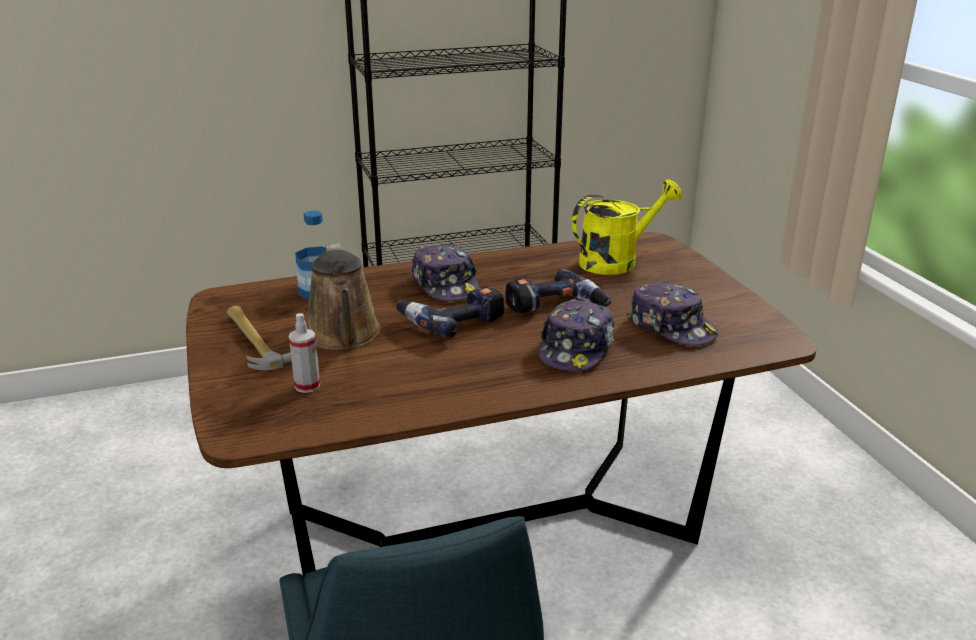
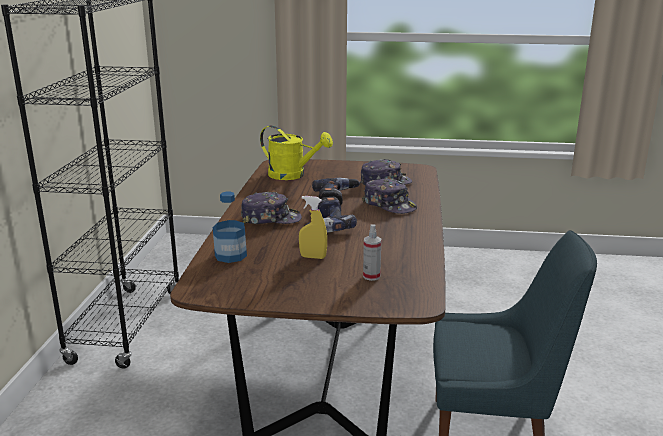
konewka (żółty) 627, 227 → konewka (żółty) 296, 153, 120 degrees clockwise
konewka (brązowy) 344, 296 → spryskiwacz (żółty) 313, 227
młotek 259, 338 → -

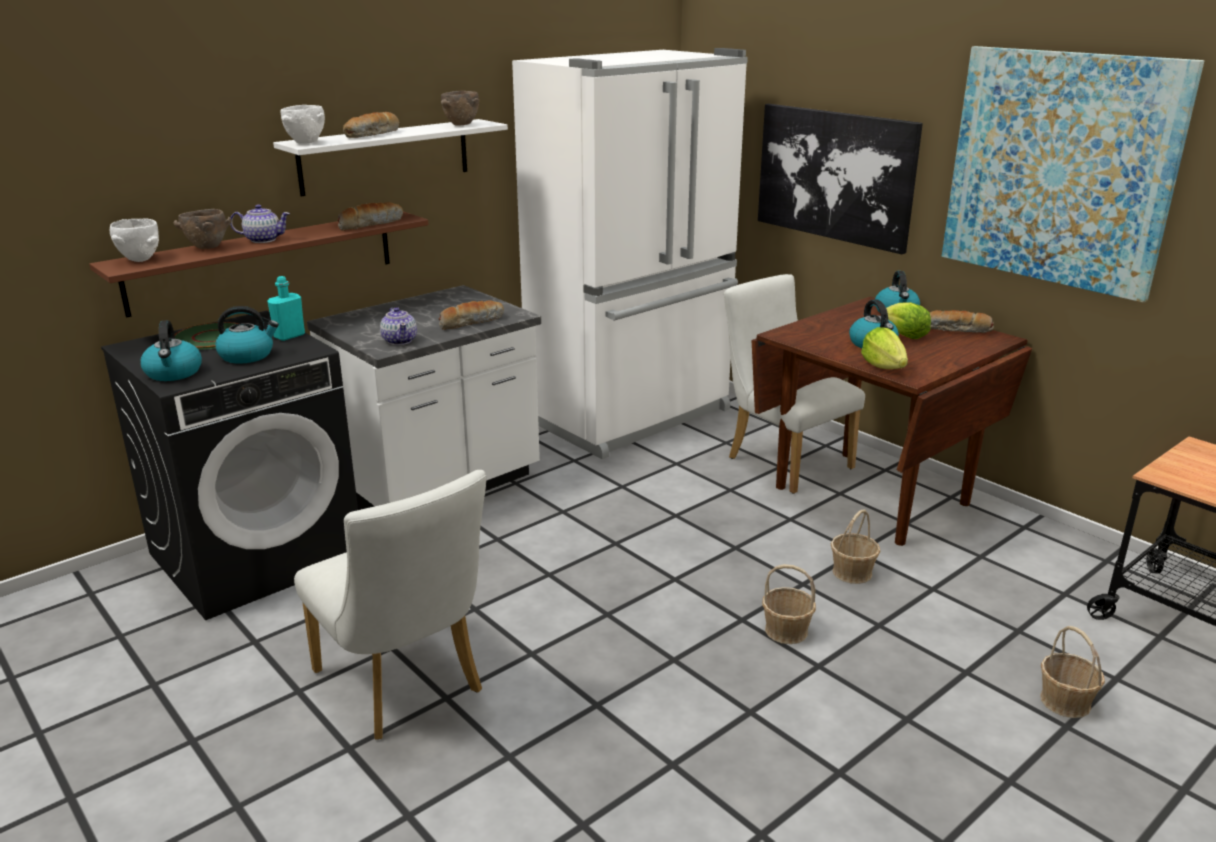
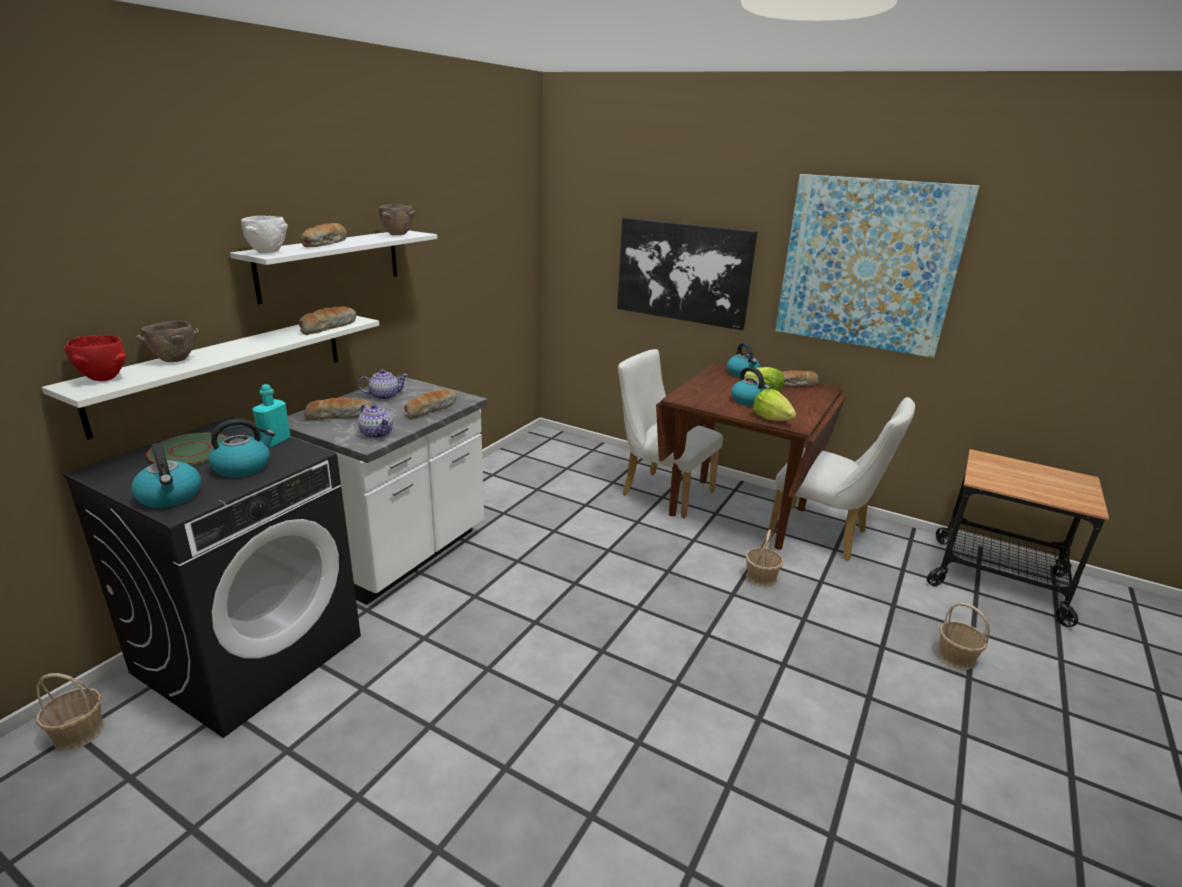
koszyk 789, 604 → koszyk 70, 712, move
półka (brązowy) 258, 264 → półka (biały) 210, 378
miska (biały) 134, 240 → miska (czerwony) 95, 358
- → chleb 338, 408
imbryk 260, 223 → imbryk 383, 384, move
krzesło (biały) 390, 605 → krzesło (biały) 841, 479, move
lodówka (biały) 630, 253 → -

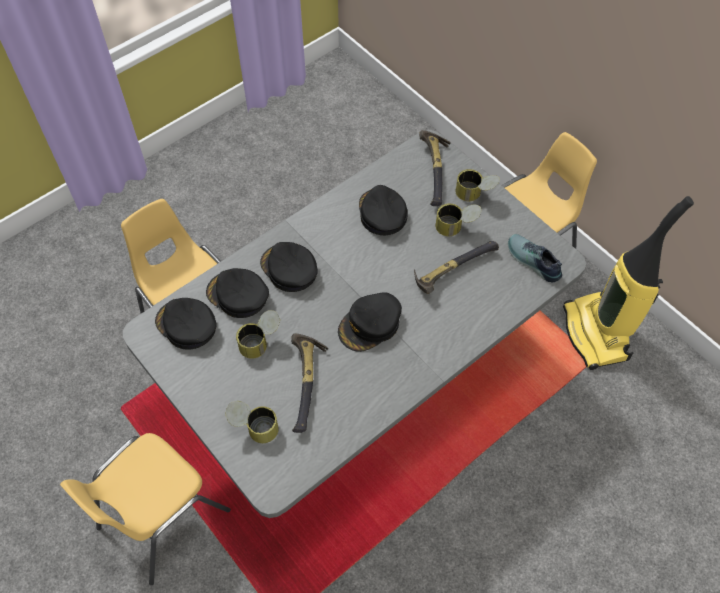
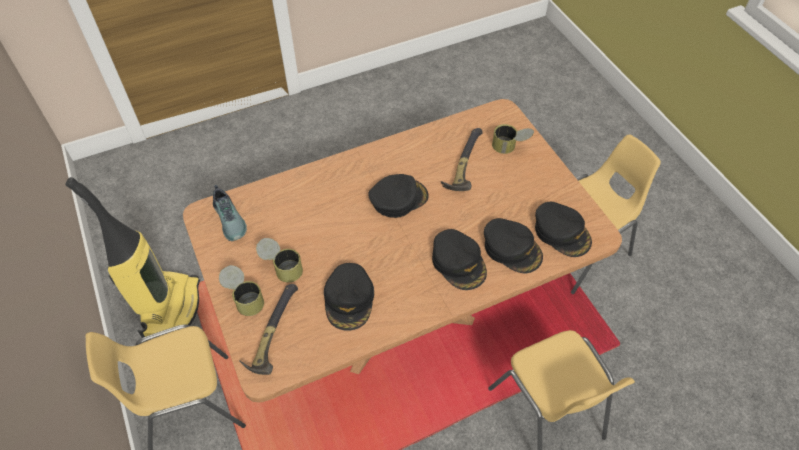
stół jadalny (szary) 354, 324 → stół jadalny (brązowy) 402, 251
puszka 258, 334 → -
młotek 456, 267 → -

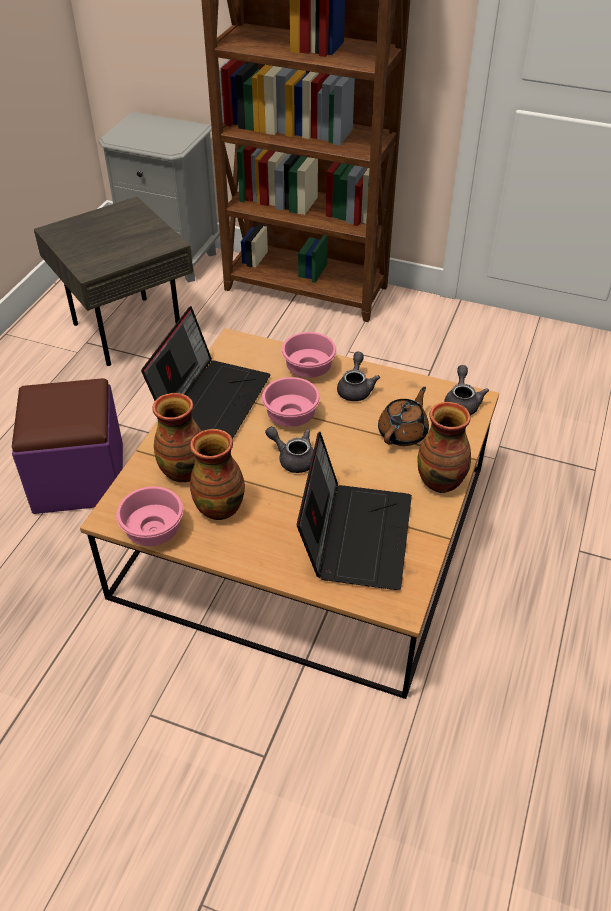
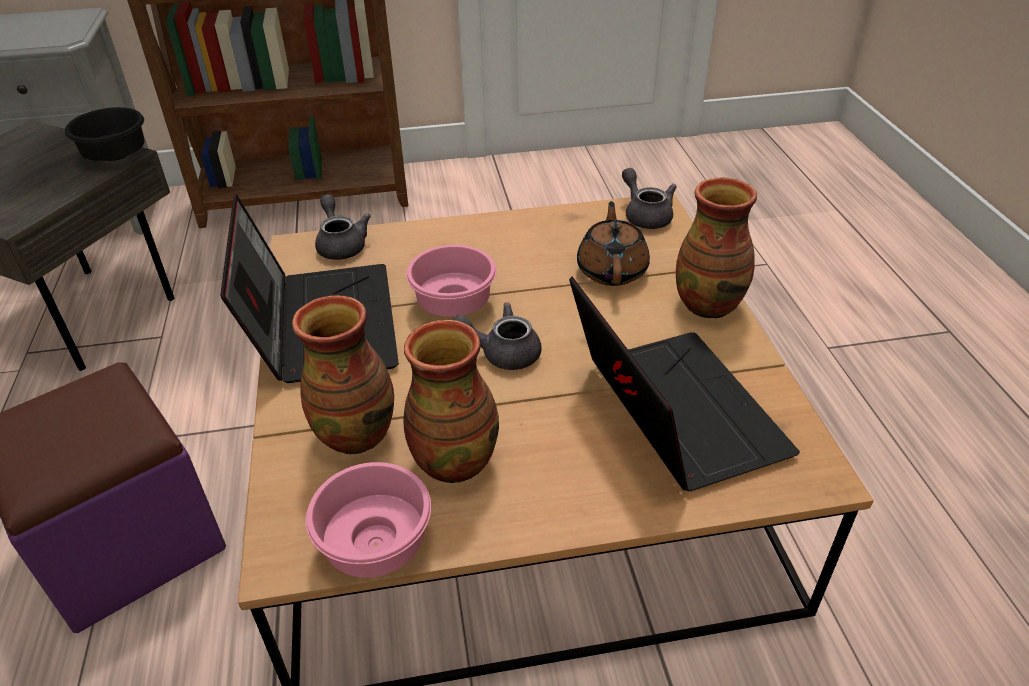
- → miska (czarny) 105, 134
imbryk (szary) 358, 376 → imbryk (szary) 343, 227, move
miska (różowy) 309, 355 → -

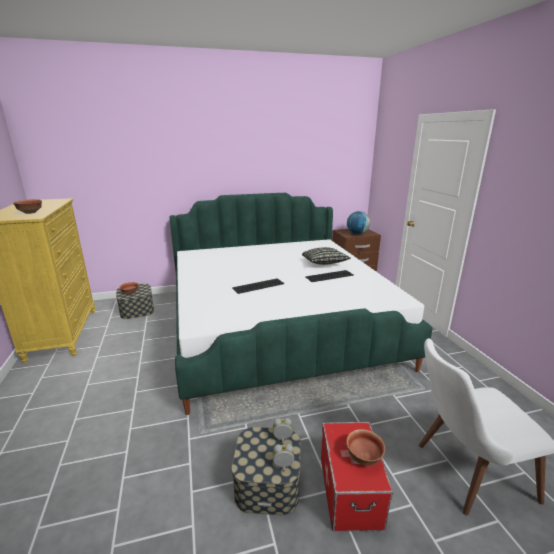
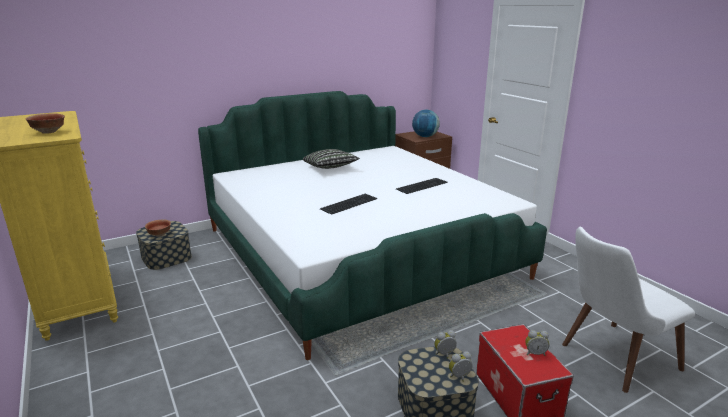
poduszka 326, 256 → poduszka 331, 159, move
miska 365, 447 → budzik 537, 343

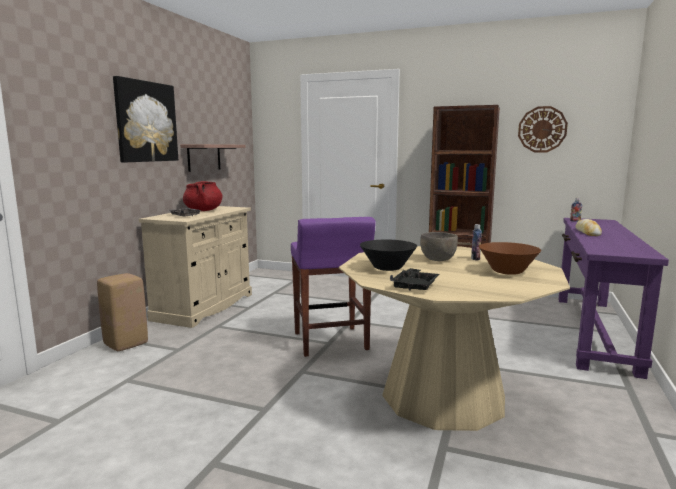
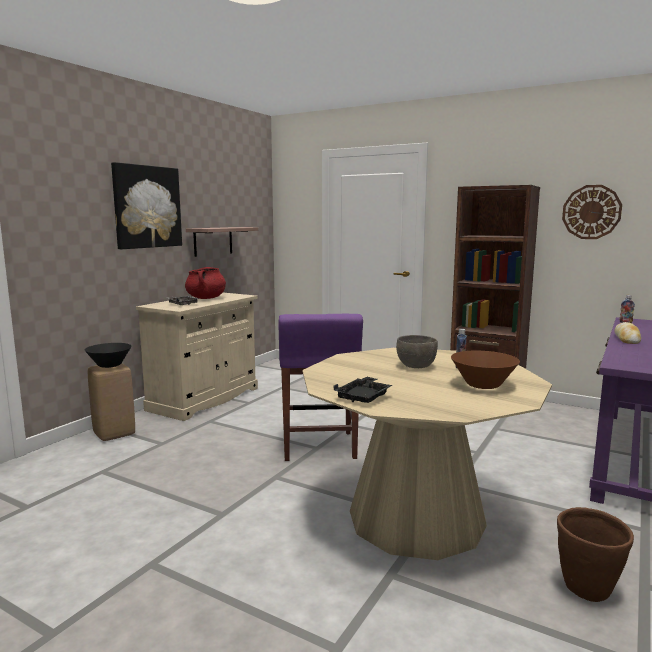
miska (czarny) 388, 255 → miska (czarny) 108, 355, move
- → donica (brązowy) 595, 554

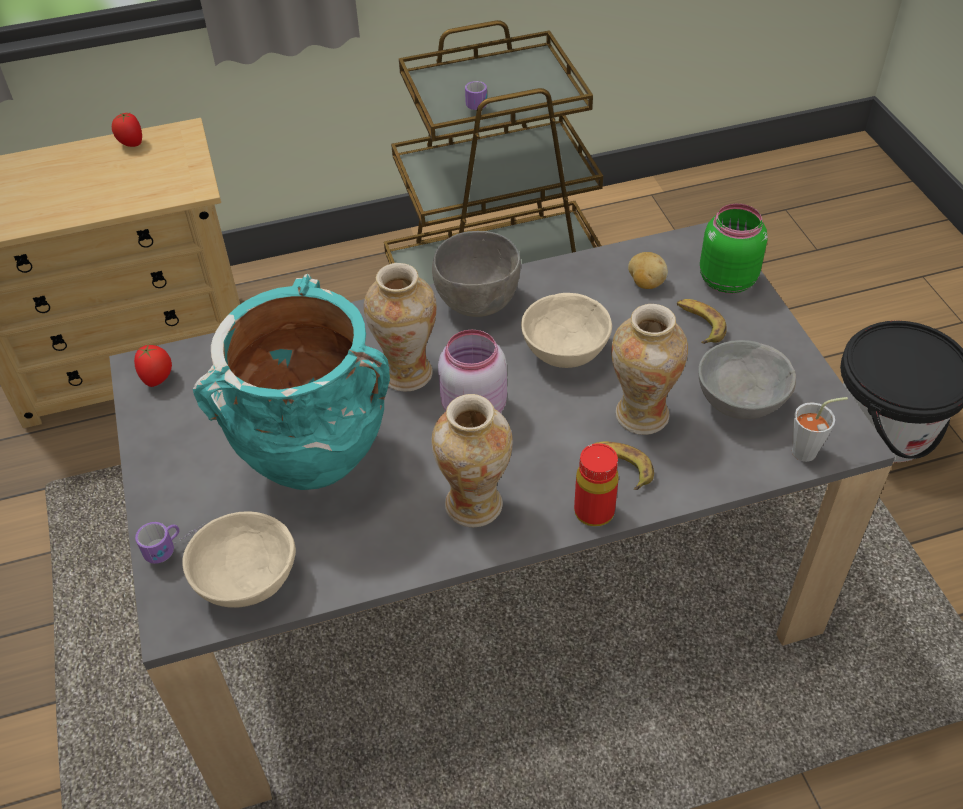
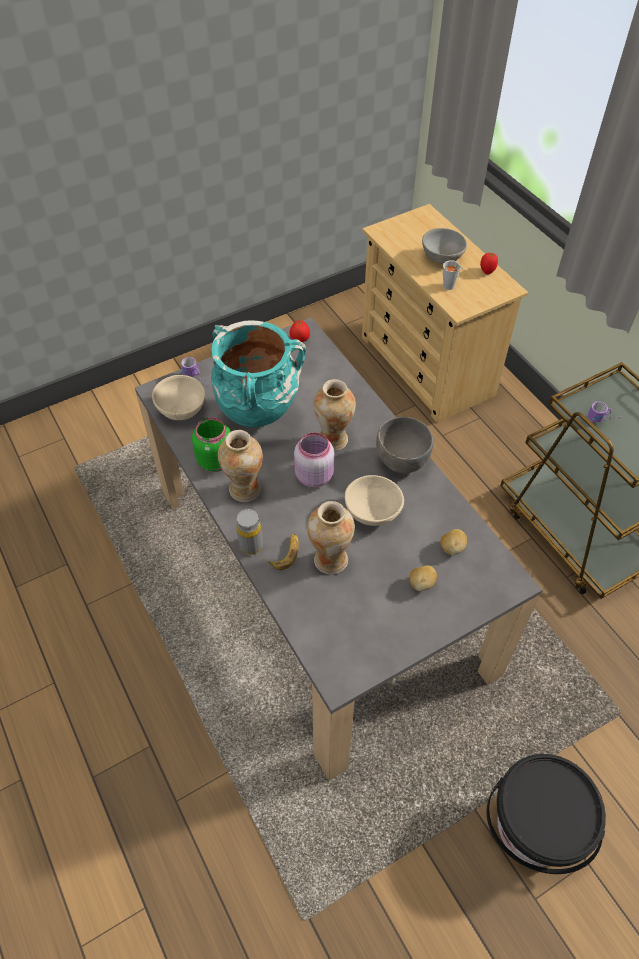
słoik (zielony) 734, 249 → słoik (zielony) 211, 444, move
butelka (czerwony) 596, 484 → butelka (szary) 250, 532
banan 702, 321 → ziemniak 423, 578
miska (szary) 747, 379 → miska (szary) 444, 246, move
filiżanka (szary) 820, 429 → filiżanka (szary) 453, 275, move

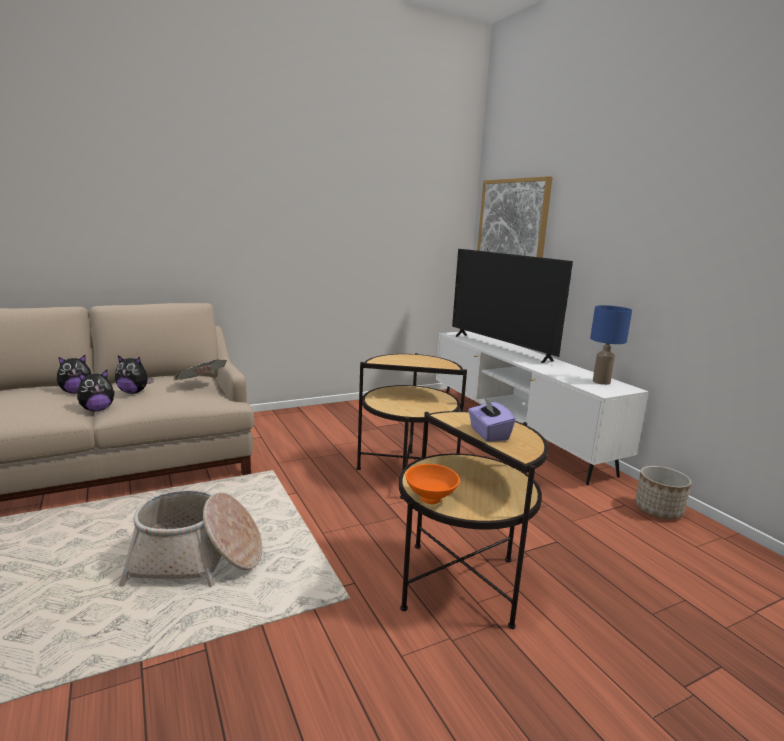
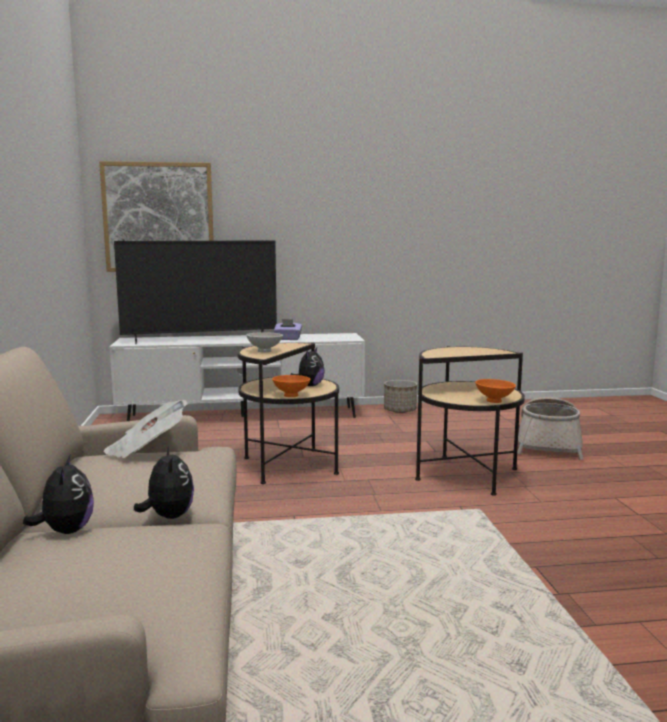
- → miska (biały) 264, 342
- → miska (pomarańczowy) 291, 386
pudełko chusteczek (fioletowy) 491, 419 → pudełko chusteczek (fioletowy) 288, 329, move
pluszak 134, 374 → pluszak 307, 367, move
koszyk 190, 538 → koszyk 550, 428, move
lampa stołowa (niebieski) 611, 345 → -

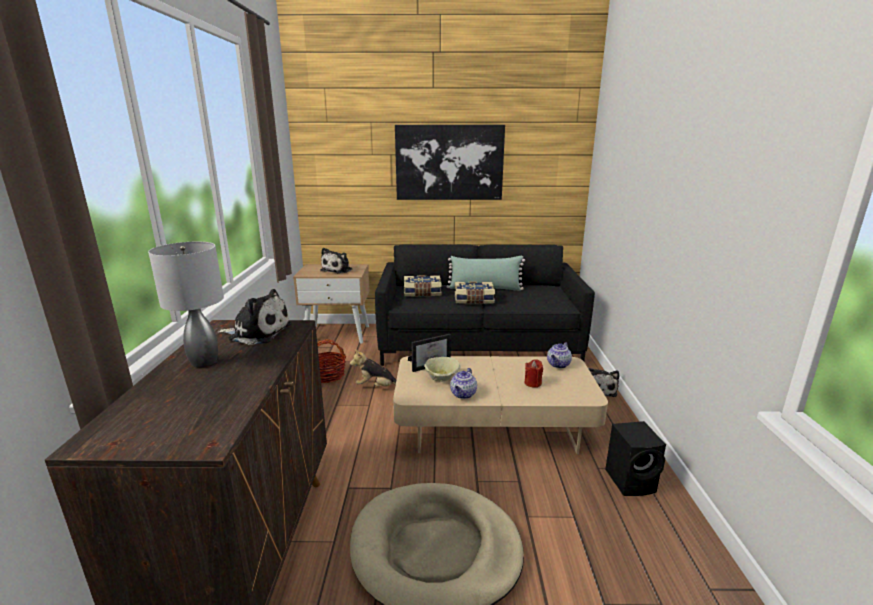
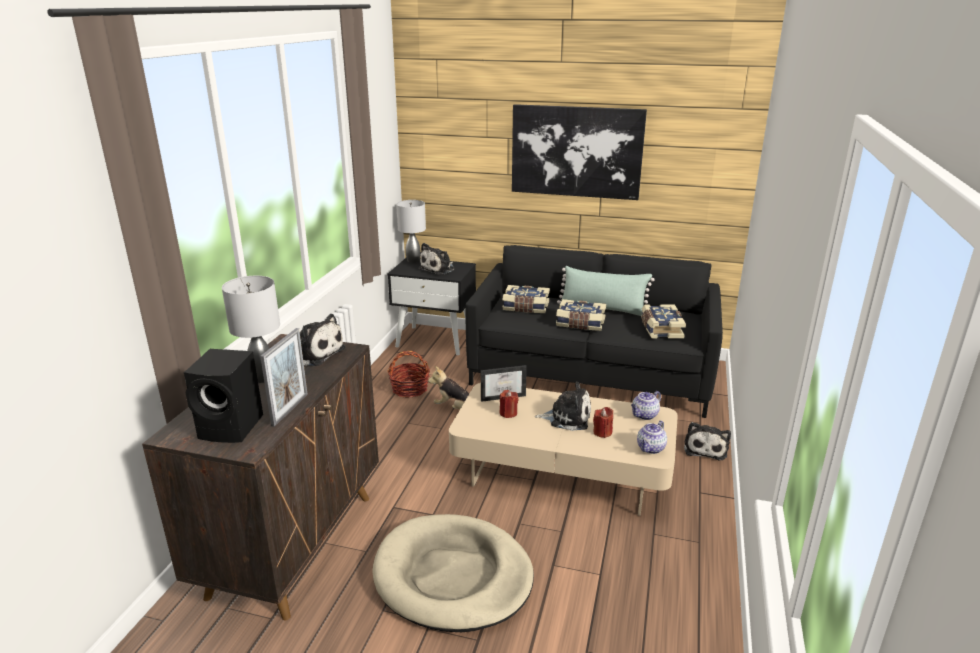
głośnik (czarny) 635, 458 → głośnik (czarny) 223, 396, move
- → ramka na zdjęcie 284, 377
szafka nocna (beżowy) 331, 304 → szafka nocna (czarny) 432, 306
- → lampa stołowa (szary) 411, 231
miska (beżowy) 442, 369 → świeca (czerwony) 508, 404
- → pluszak 563, 406
imbryk 463, 383 → imbryk 652, 437, move
- → książka 663, 321

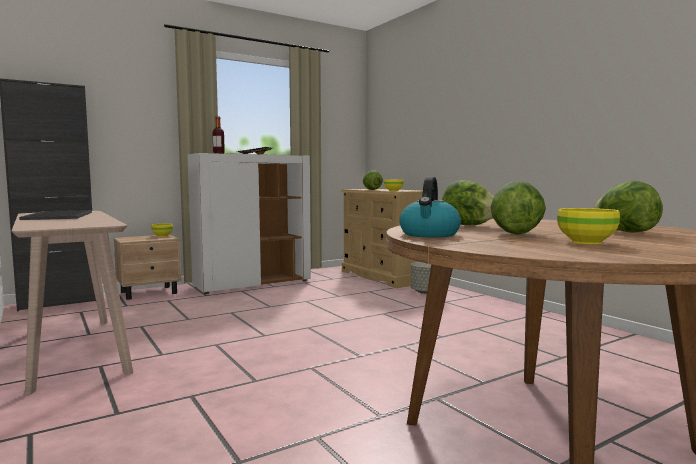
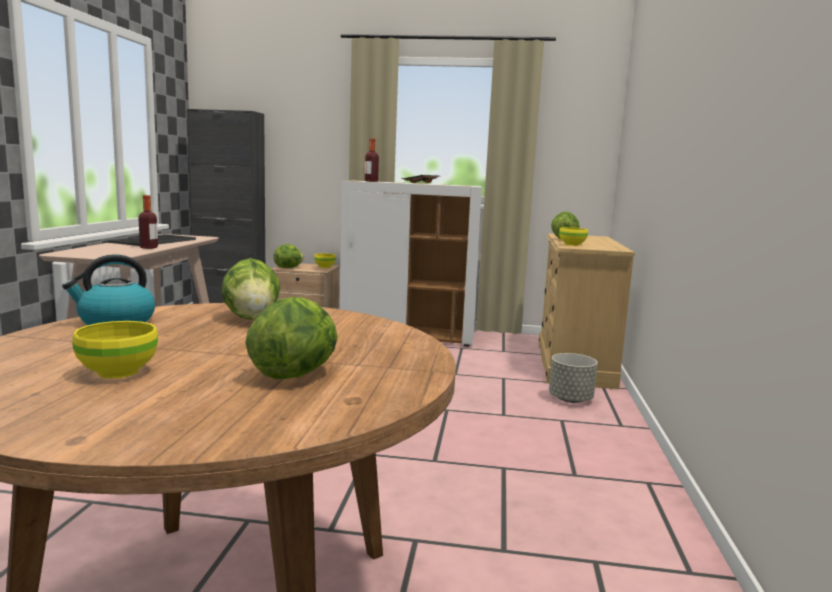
- → butelka 148, 222
sałata 518, 208 → sałata 288, 256, move

